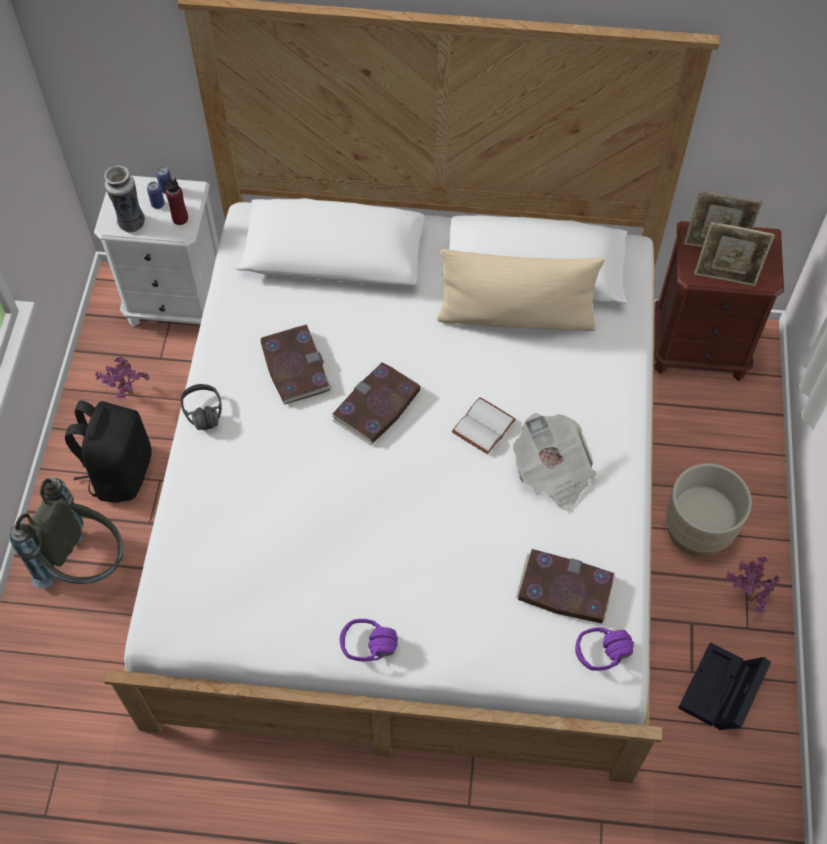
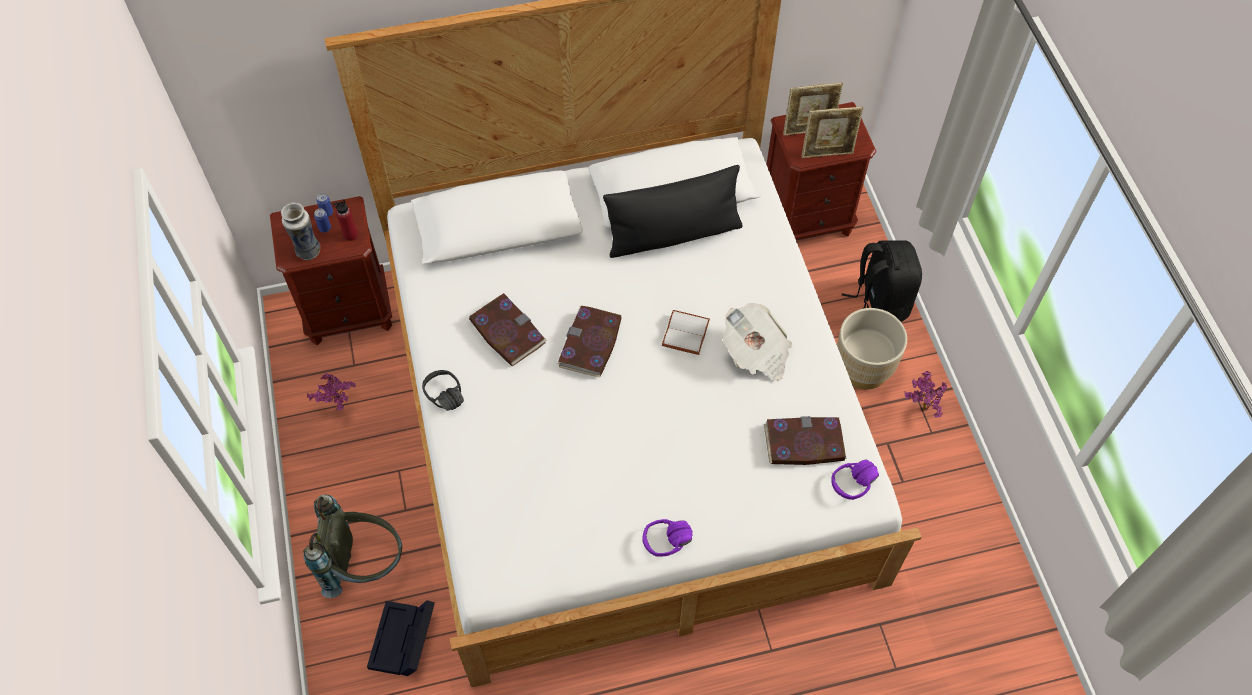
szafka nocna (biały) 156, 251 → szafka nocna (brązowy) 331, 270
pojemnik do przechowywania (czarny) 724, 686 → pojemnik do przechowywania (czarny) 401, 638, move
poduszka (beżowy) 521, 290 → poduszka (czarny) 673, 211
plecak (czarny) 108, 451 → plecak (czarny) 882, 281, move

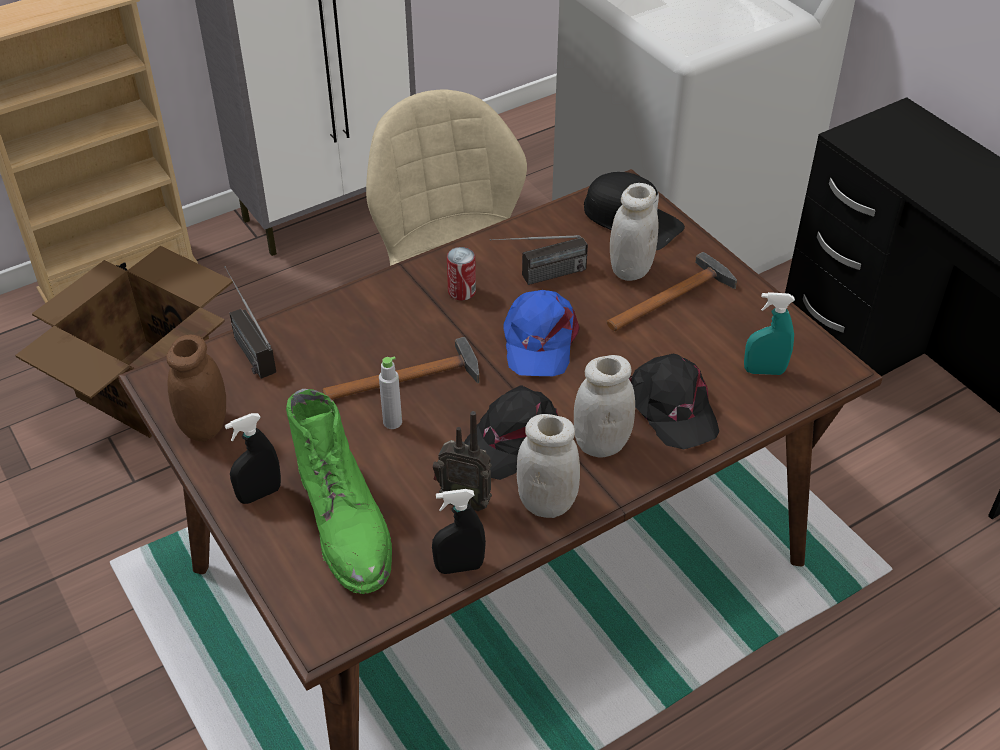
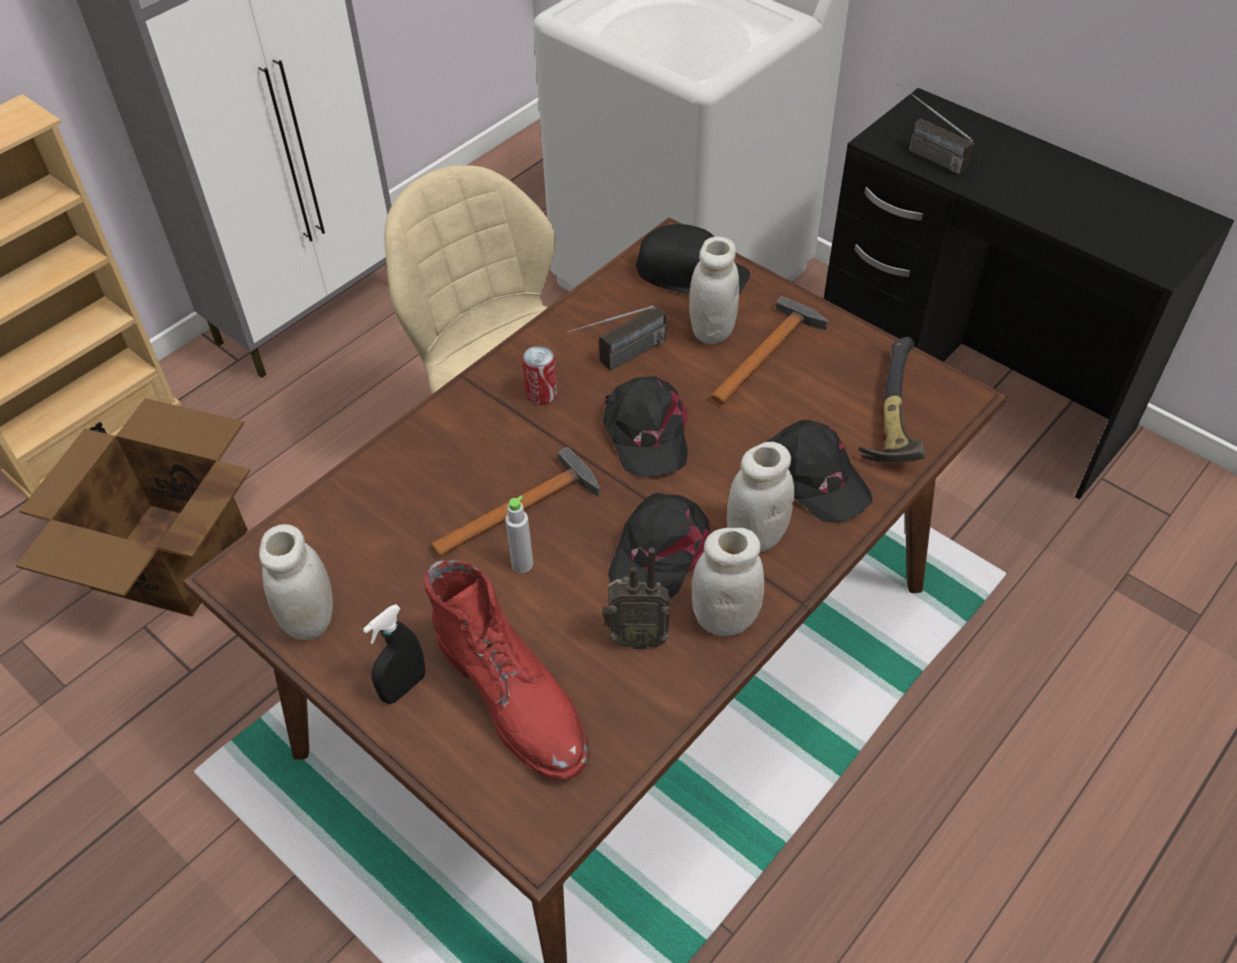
słoik (brązowy) 196, 388 → słoik (biały) 296, 582
but z cholewką (zielony) 339, 491 → but z cholewką (czerwony) 507, 670
czapka z daszkiem (niebieski) 541, 333 → czapka z daszkiem (czarny) 645, 427
spryskiwacz (turkusowy) 769, 333 → młotek 892, 400
radio 250, 322 → radio 935, 129, move
spryskiwacz (czarny) 459, 531 → -

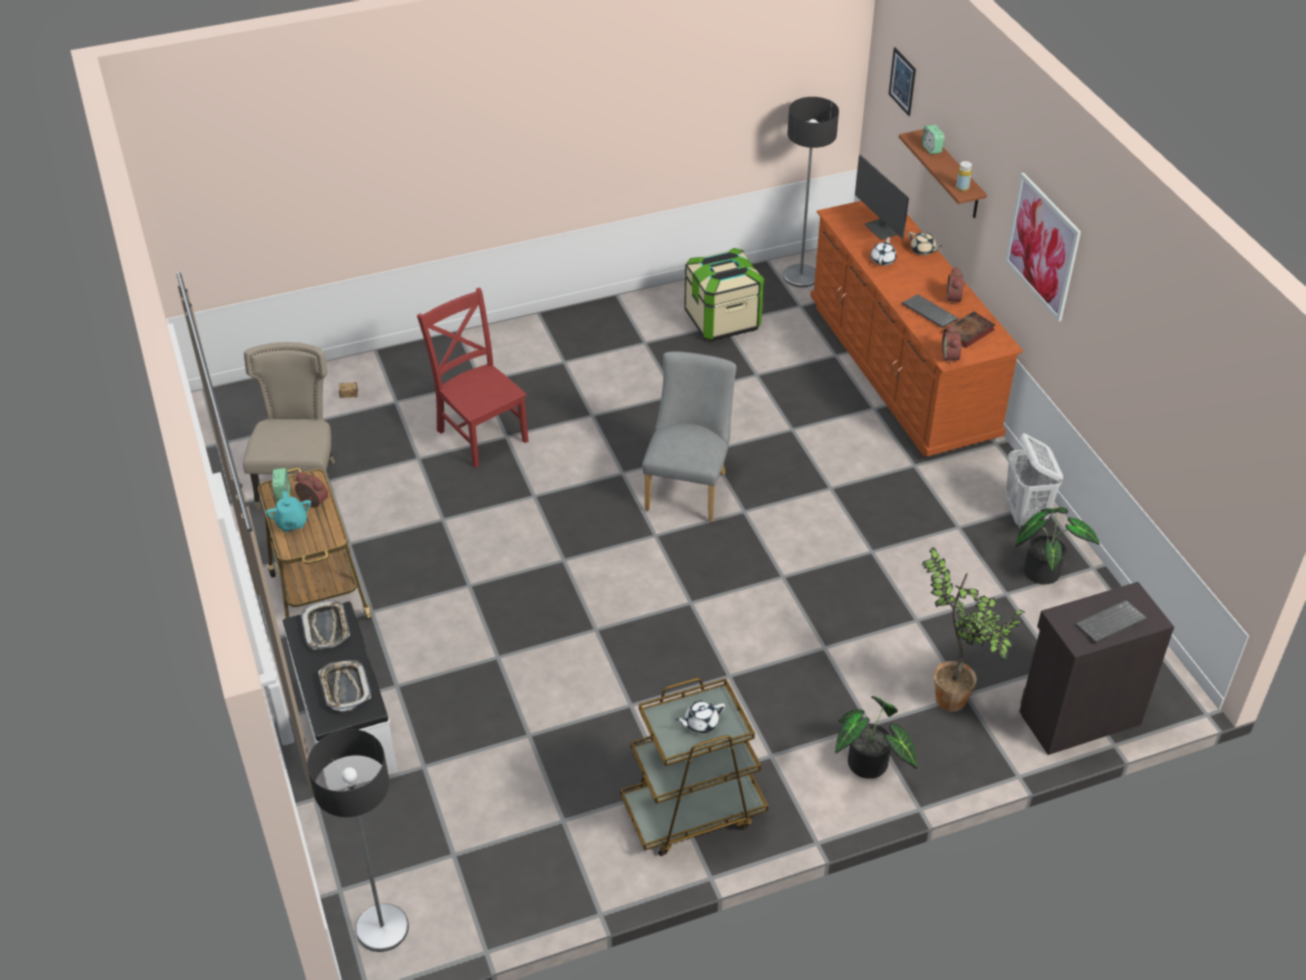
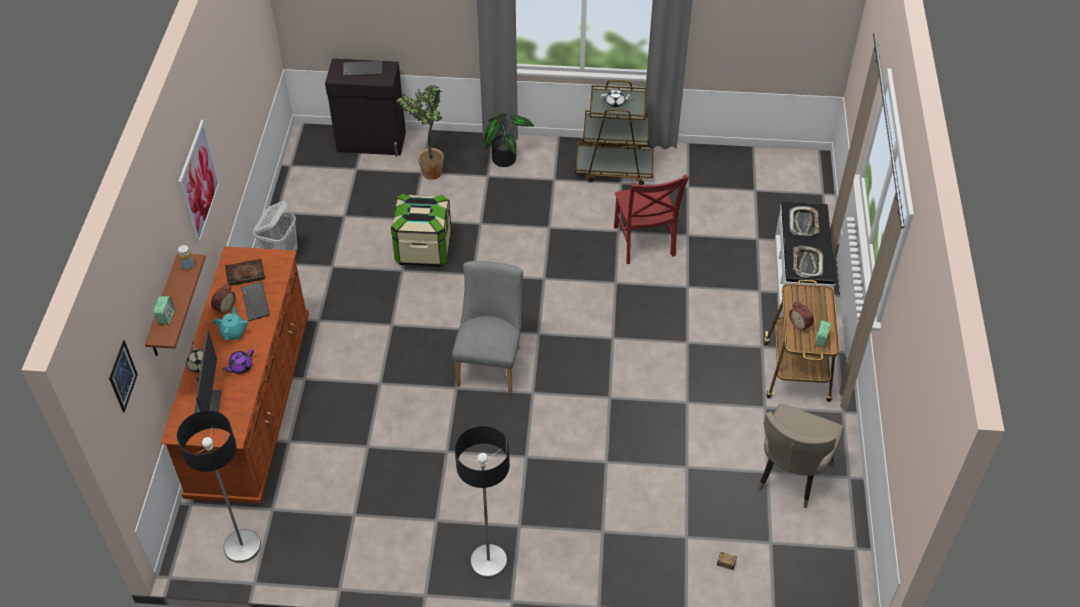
imbryk (turkusowy) 288, 511 → imbryk (turkusowy) 230, 323, move
imbryk (biały) 883, 250 → imbryk (fioletowy) 238, 361
pojemnik do przechowywania 724, 294 → pojemnik do przechowywania 421, 230, move
krzesło (szary) 689, 436 → krzesło (szary) 487, 327, 150 degrees clockwise
lampa stojąca 358, 840 → lampa stojąca 482, 502, move
krzesło (czerwony) 472, 378 → krzesło (czerwony) 651, 219, move
budzik 951, 344 → -
roślina doniczkowa 1057, 545 → -

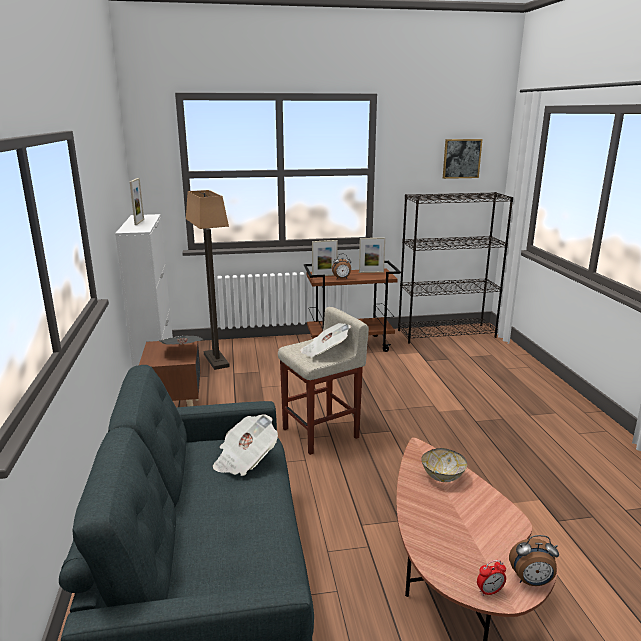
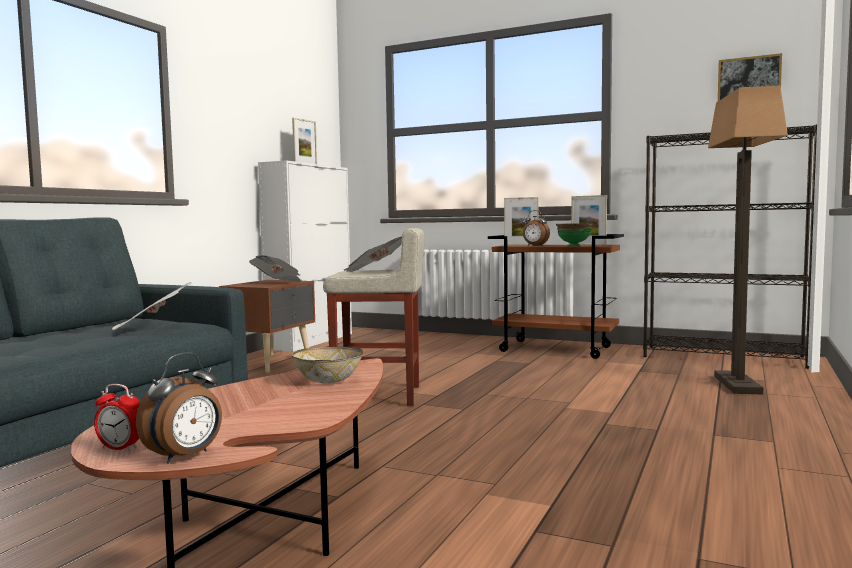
budzik 534, 560 → budzik 179, 408, 90 degrees counterclockwise
- → miska (zielony) 574, 234
lampa stojąca 208, 280 → lampa stojąca 748, 240, move

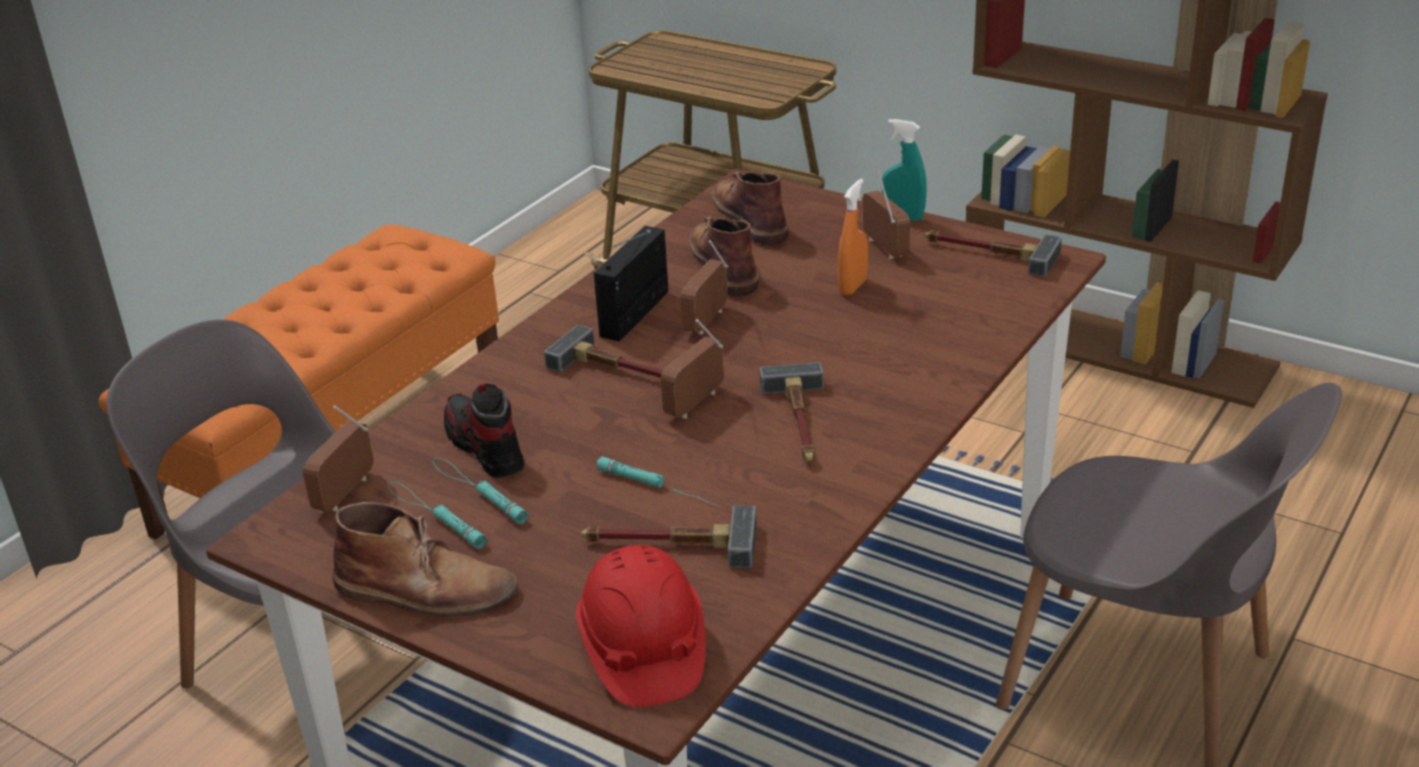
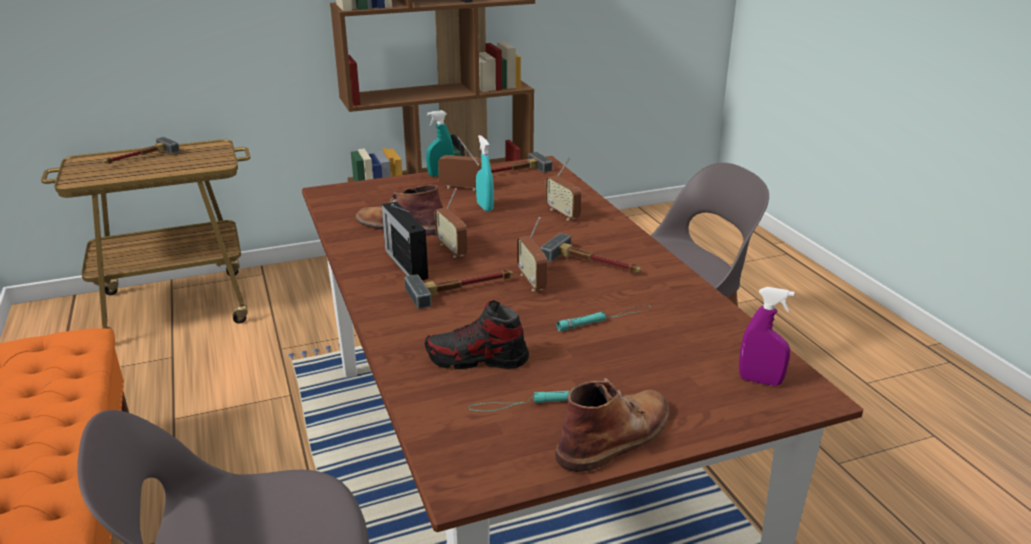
młotek 669, 537 → młotek 141, 150, move
spryskiwacz (pomarańczowy) 853, 237 → spryskiwacz (turkusowy) 485, 173
radio 338, 458 → radio 563, 189, move
kask (czerwony) 641, 626 → spryskiwacz (fioletowy) 767, 336
latarka (turkusowy) 480, 491 → -
but z cholewką (brązowy) 750, 208 → -

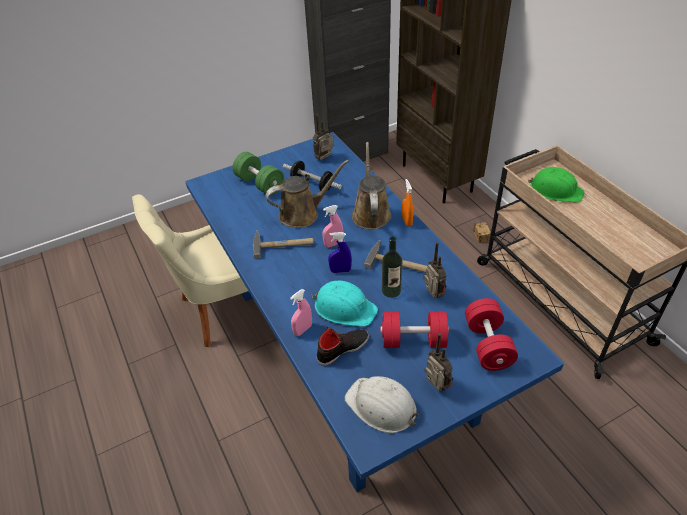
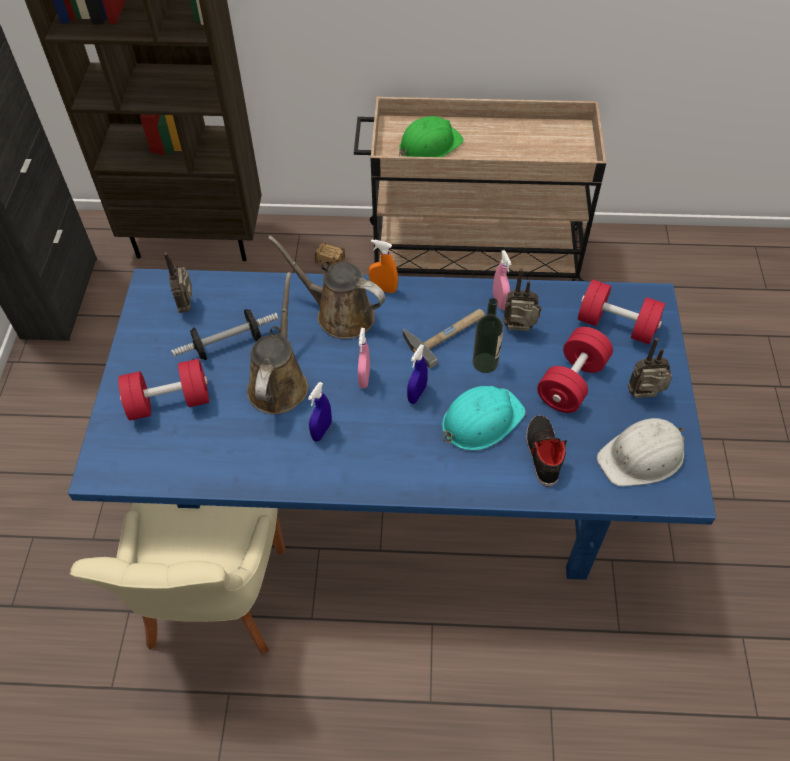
hantel (zielony) 258, 173 → hantel (czerwony) 163, 390
młotek 283, 244 → spryskiwacz (niebieski) 320, 411
spryskiwacz (różowy) 301, 312 → spryskiwacz (różowy) 502, 280, move

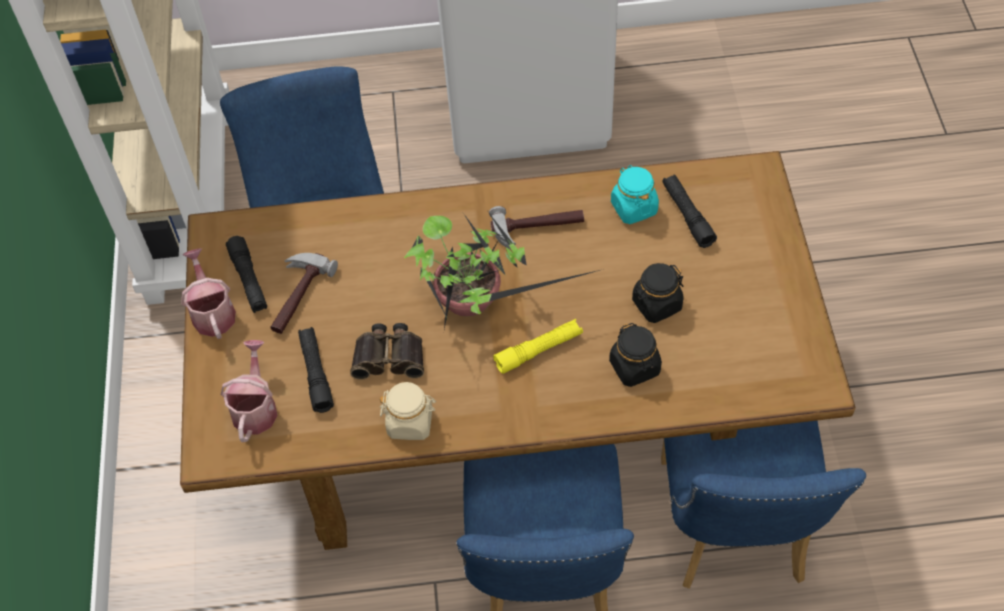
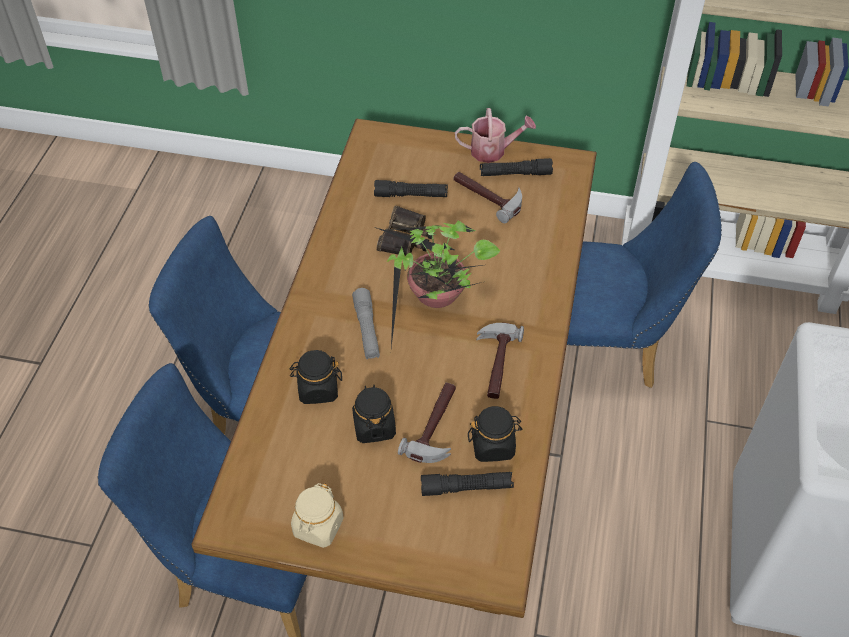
słoik (beżowy) 408, 411 → słoik (beżowy) 317, 515, move
latarka (żółty) 538, 346 → latarka (szary) 366, 324
- → młotek 427, 423
słoik (turkusowy) 635, 194 → słoik (czarny) 495, 434
konewka 249, 391 → -

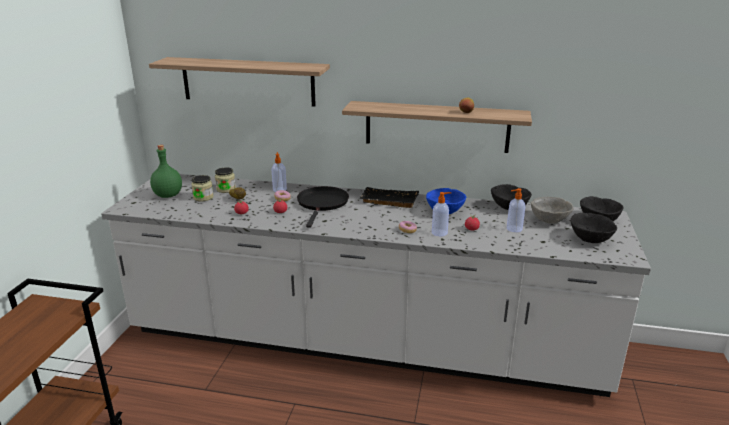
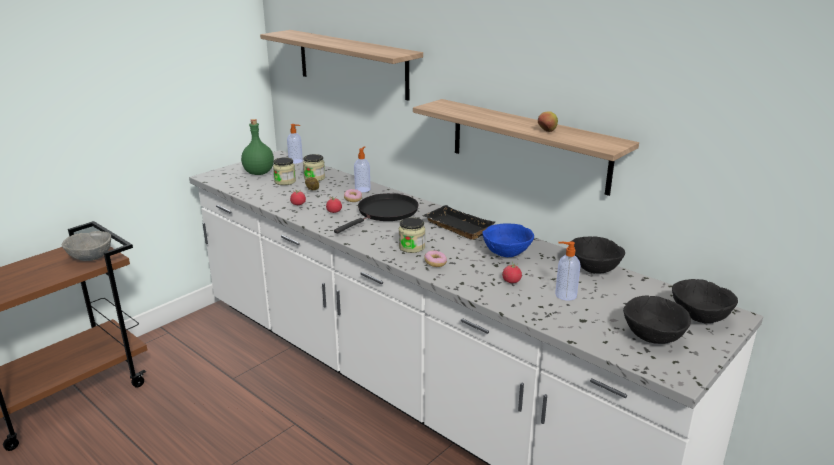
miska (szary) 552, 210 → miska (szary) 86, 246, move
dozownik mydła 441, 214 → dozownik mydła 295, 144, move
- → słoik 412, 235

